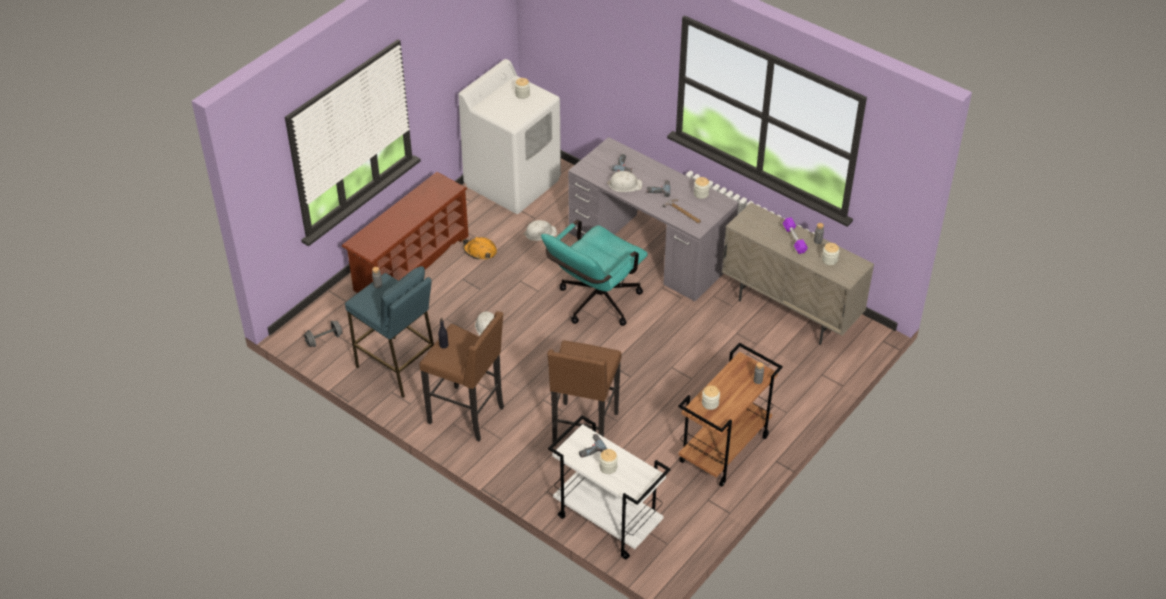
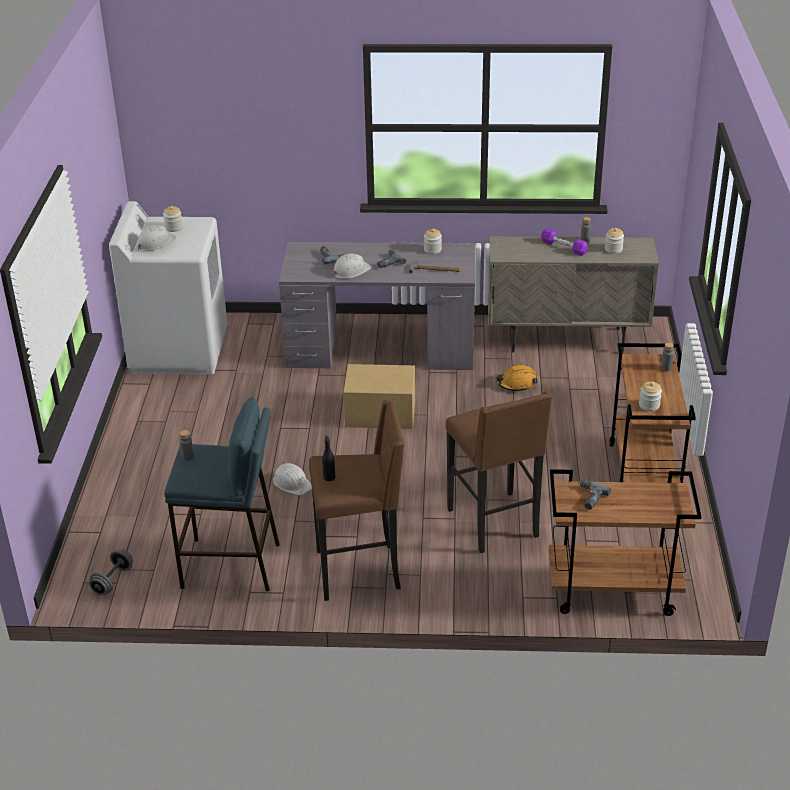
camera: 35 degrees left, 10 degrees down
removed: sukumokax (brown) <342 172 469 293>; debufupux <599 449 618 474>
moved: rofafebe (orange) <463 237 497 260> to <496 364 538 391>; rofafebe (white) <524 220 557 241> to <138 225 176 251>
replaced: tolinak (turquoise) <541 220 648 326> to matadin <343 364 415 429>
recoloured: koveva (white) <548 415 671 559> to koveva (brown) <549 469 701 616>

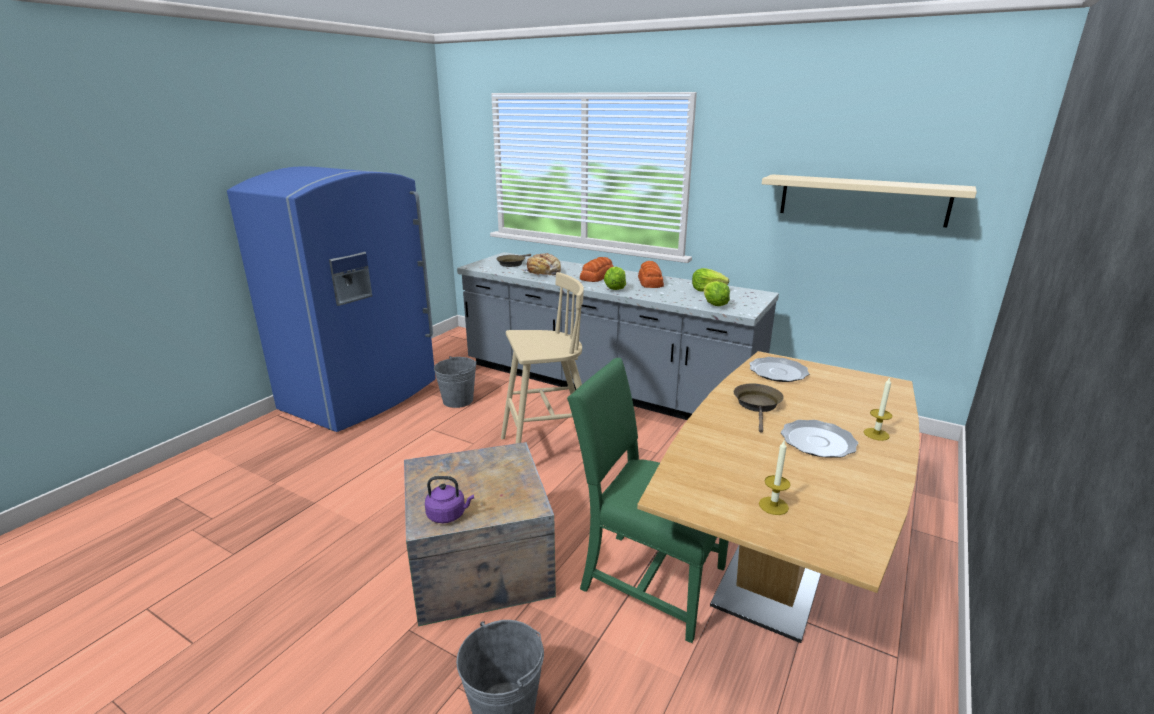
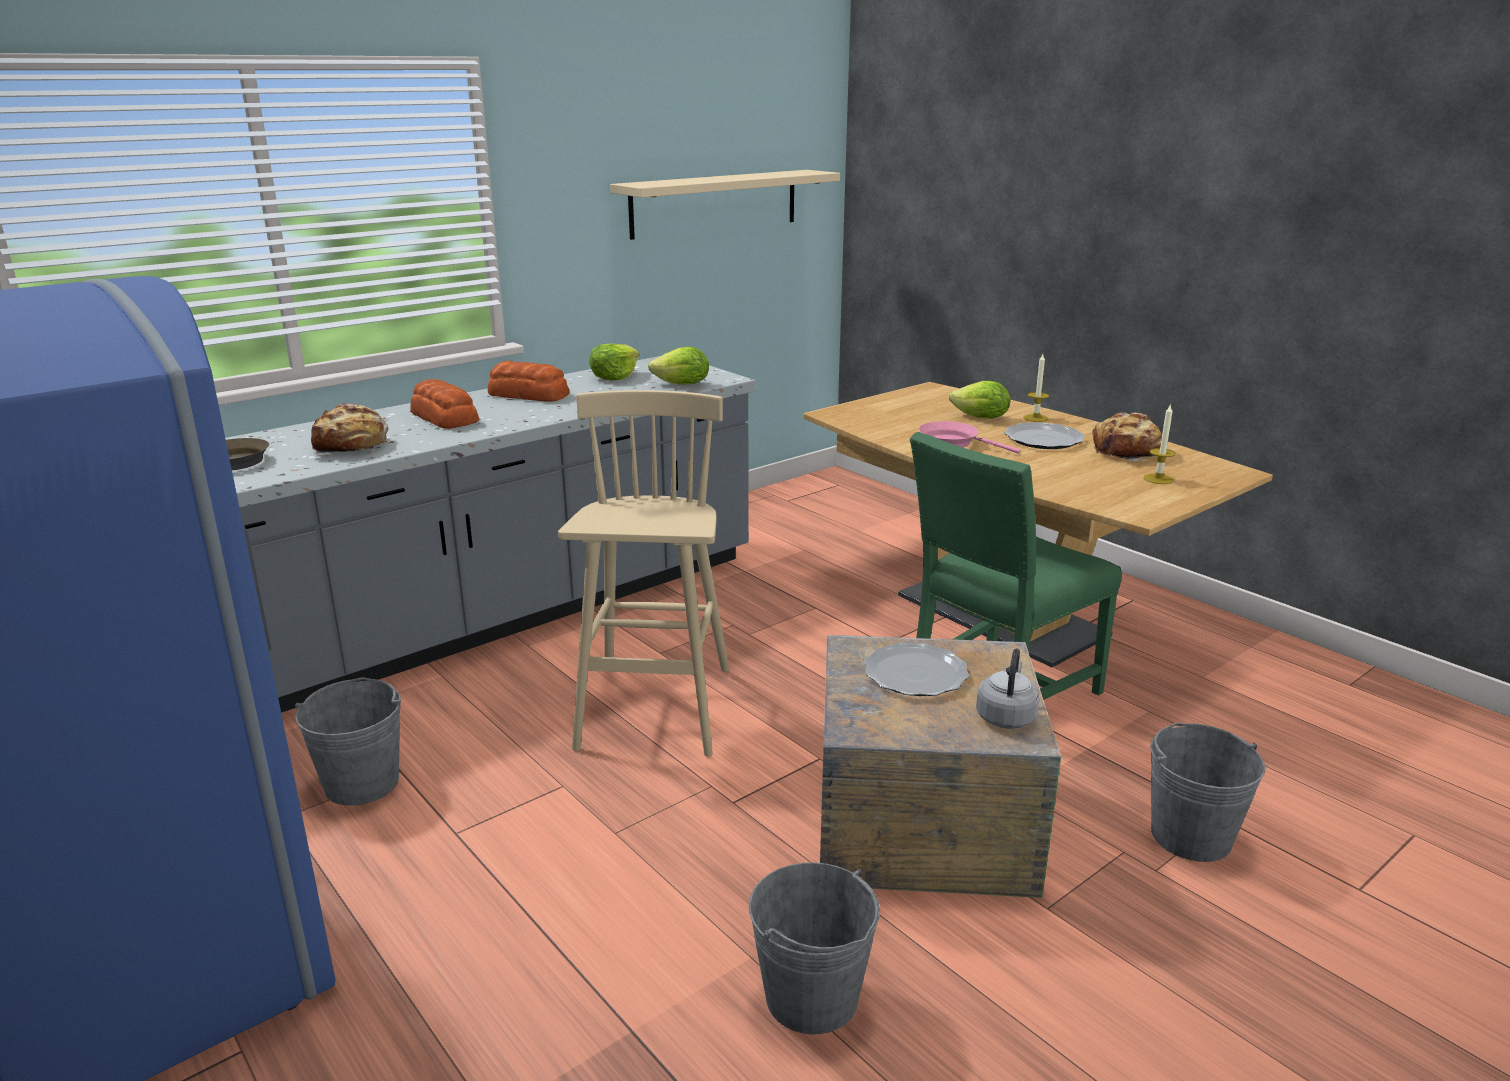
camera: 70 degrees left, 0 degrees up
added: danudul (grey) <749 862 880 1035>; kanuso <1092 412 1162 461>
moved: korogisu <604 267 626 290> to <949 381 1010 418>; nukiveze <749 357 810 382> to <864 643 969 696>
recoloured: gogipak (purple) <425 476 474 523> to gogipak (grey) <976 648 1039 729>; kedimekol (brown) <734 383 784 433> to kedimekol (pink) <919 421 1021 454>

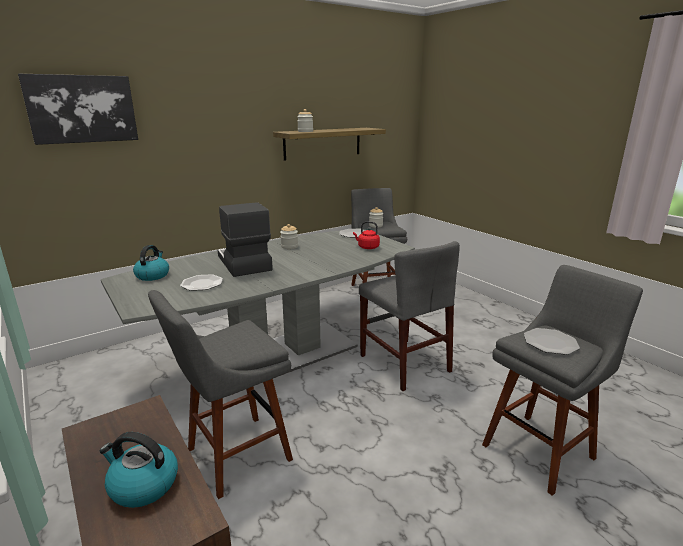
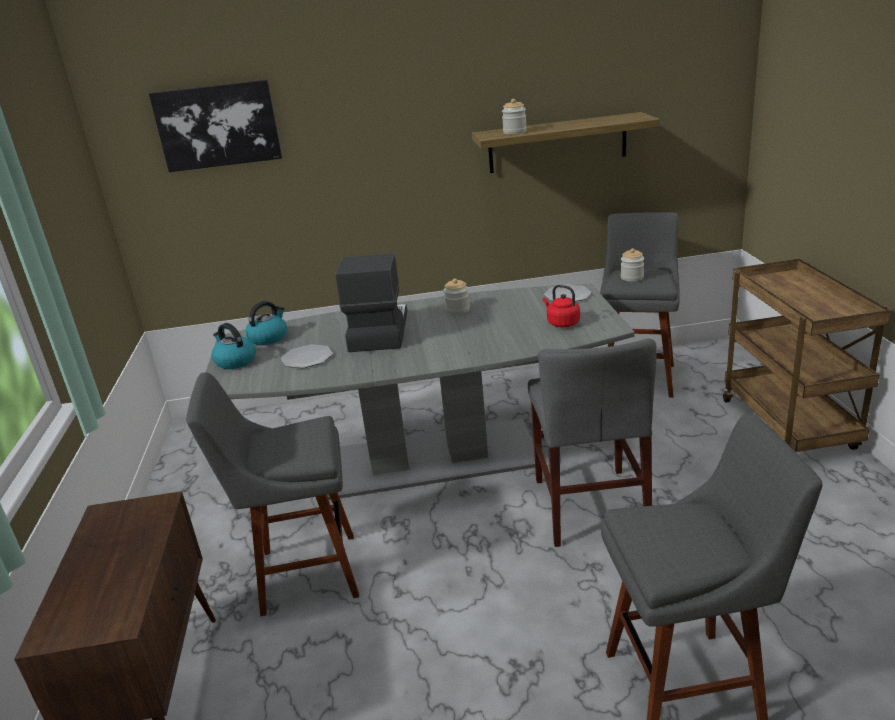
camera: 30 degrees right, 5 degrees up
removed: nukiveze <524 328 580 355>
added: koveva (brown) <723 259 891 452>
moved: gogipak <100 432 178 508> to <211 323 256 369>

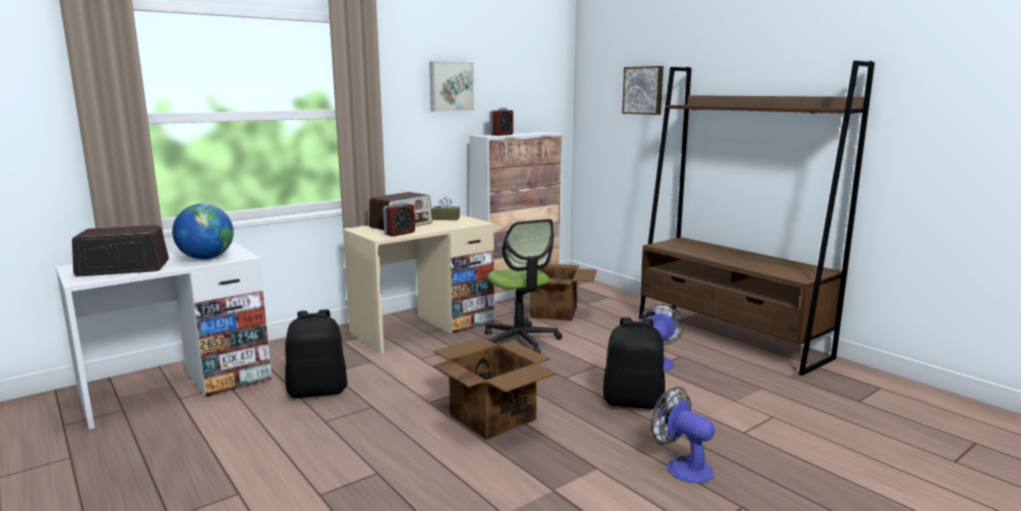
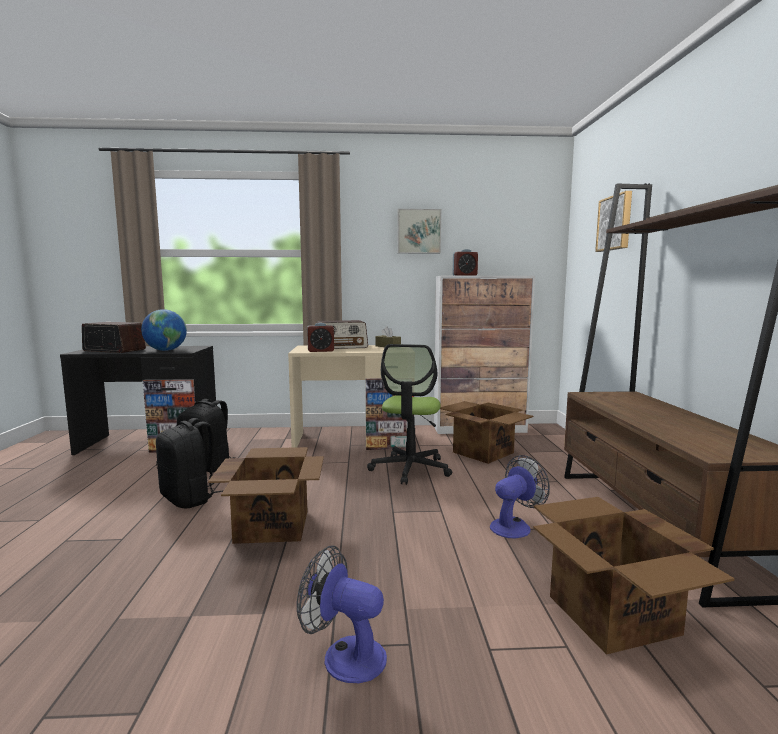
camera: 35 degrees right, 5 degrees down
added: matadin <533 497 735 655>
moved: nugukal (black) <603 317 665 409> to <156 418 224 509>
recoloured: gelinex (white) <56 243 272 429> to gelinex (black) <60 346 216 455>
turned: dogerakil <651 387 715 484> = <297 545 387 683> 60 degrees counterclockwise

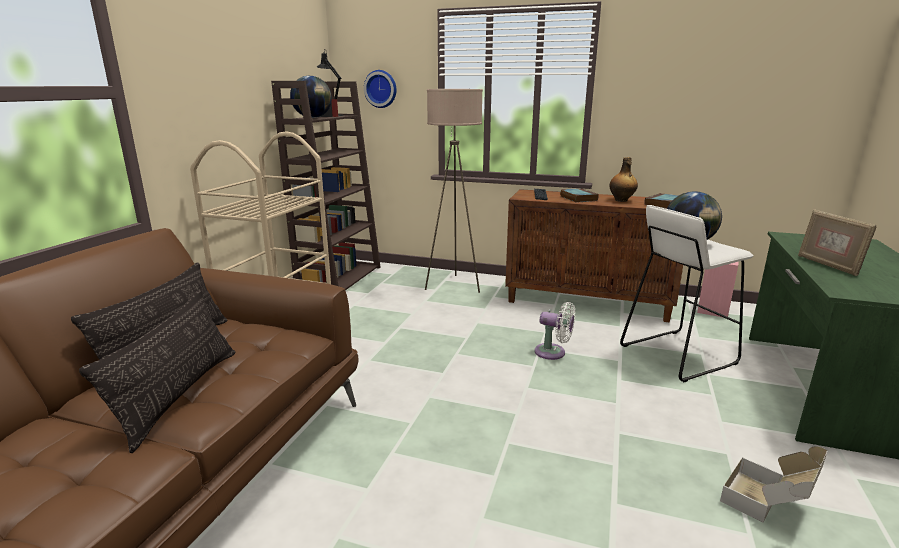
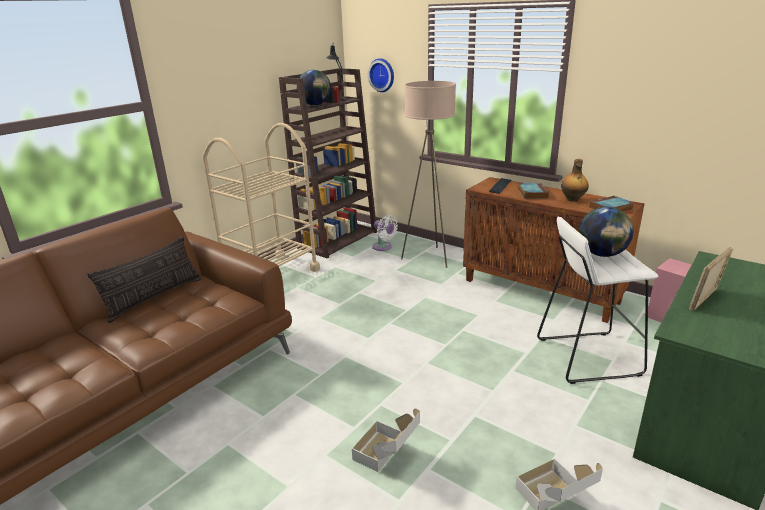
camera: 20 degrees right, 5 degrees up
removed: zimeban <79 289 235 453>
added: matadin <352 408 420 472>
moved: dogerakil (white) <535 302 575 360> to <372 215 398 251>
turned: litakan <798 209 877 276> = <689 247 733 311> 45 degrees clockwise

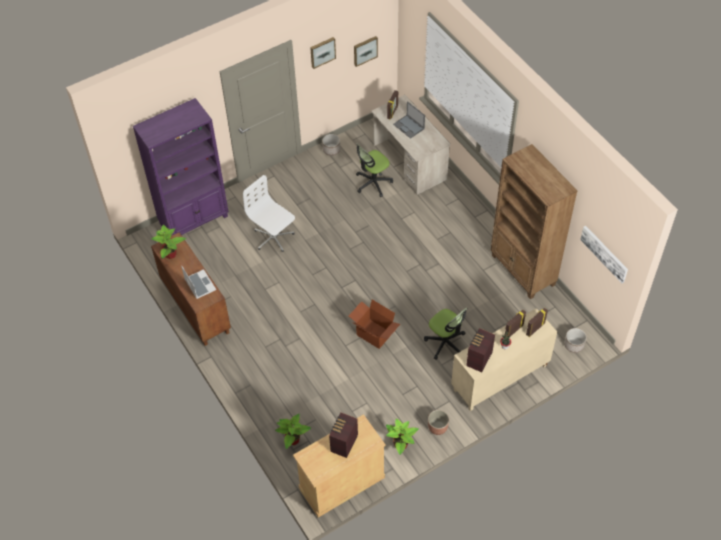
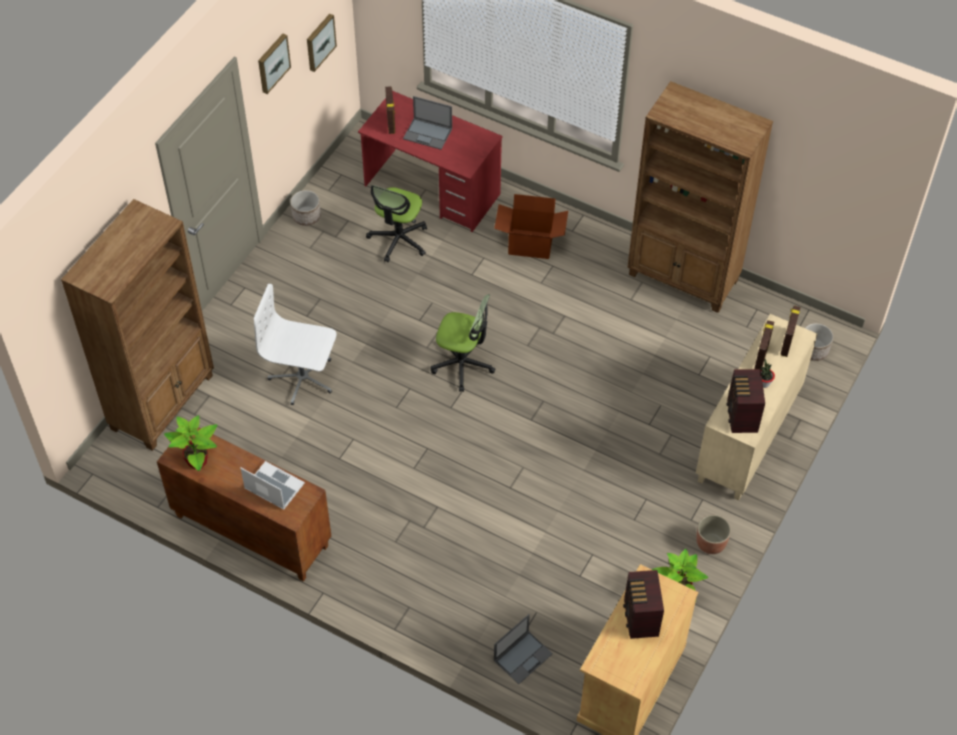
camera: 30 degrees left, 0 degrees up
removed: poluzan <580 226 628 283>
moved: matadin <349 300 400 349> to <494 194 568 259>; tolinak <424 308 467 360> to <431 294 495 392>
replaced: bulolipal <275 414 311 449> to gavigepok <494 614 553 684>
recoloured: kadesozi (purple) <133 98 229 236> to kadesozi (brown) <61 199 214 451>; gelinex (beige) <371 95 451 195> to gelinex (red) <358 91 502 232>

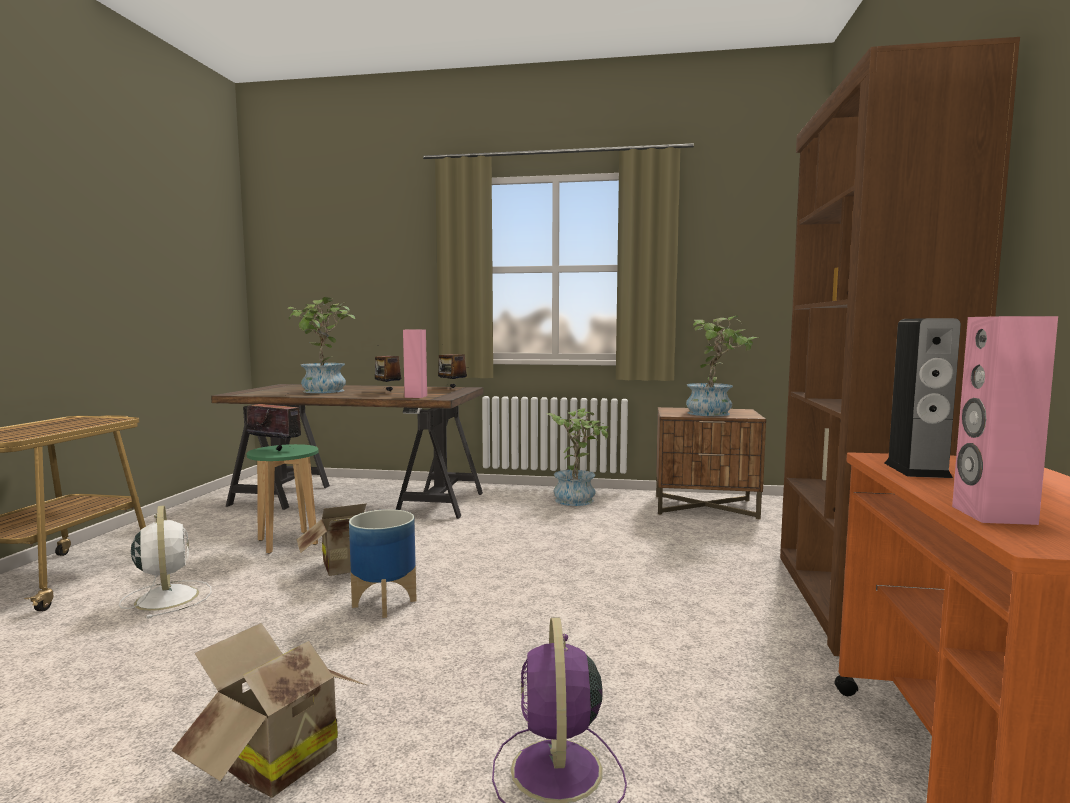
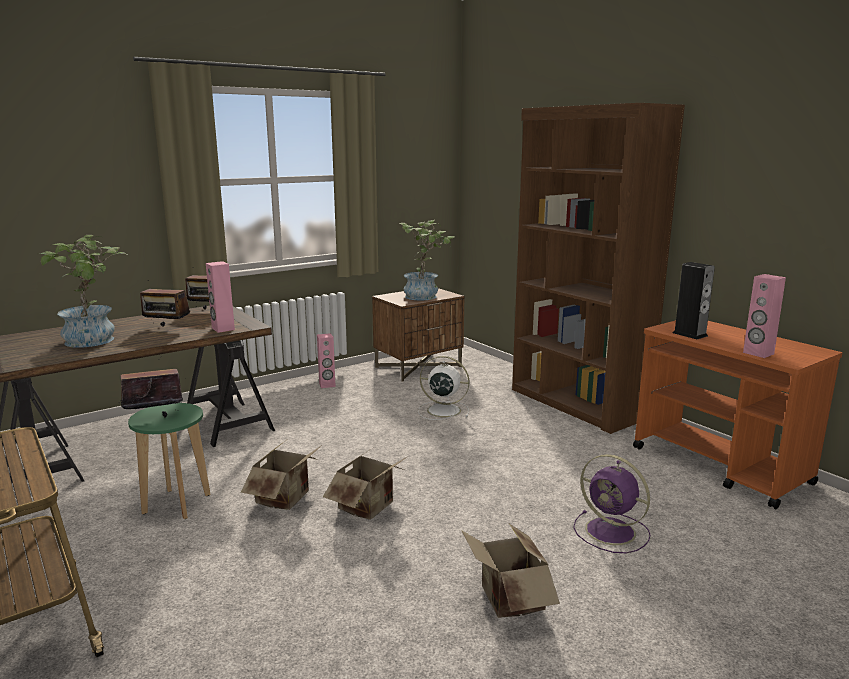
camera: 45 degrees left, 10 degrees up
moved: dogerakil (white) <119 505 211 619> to <418 356 469 420>
replaced: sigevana <349 509 417 618> to matadin <323 447 407 520>; bulolipal <546 408 609 506> to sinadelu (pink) <317 333 336 388>

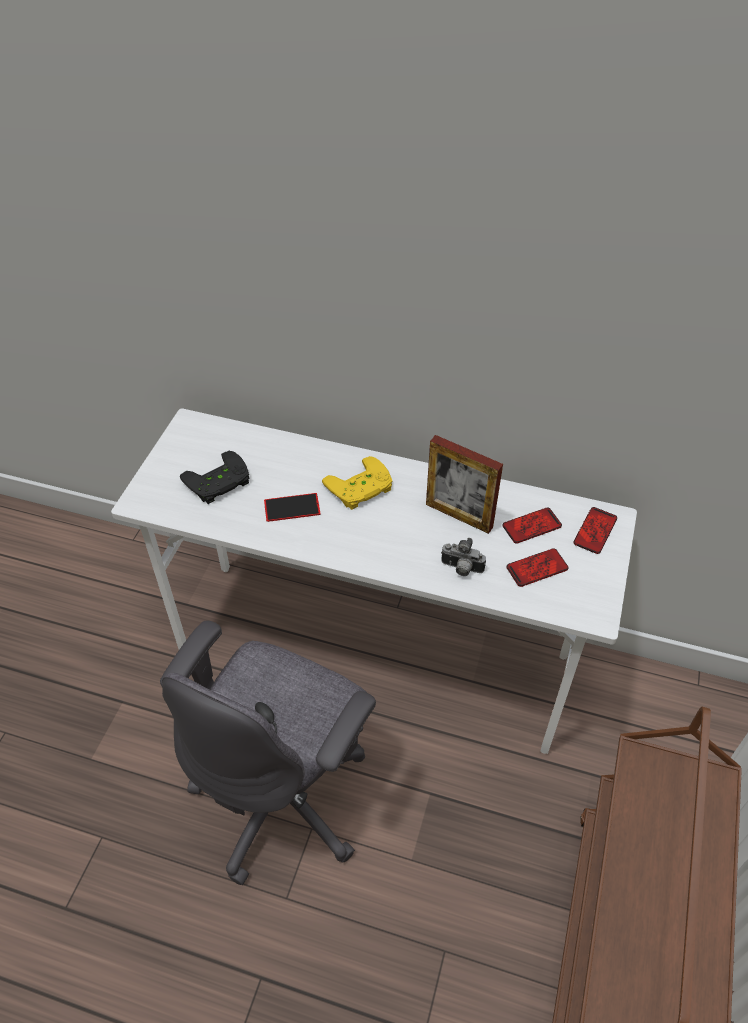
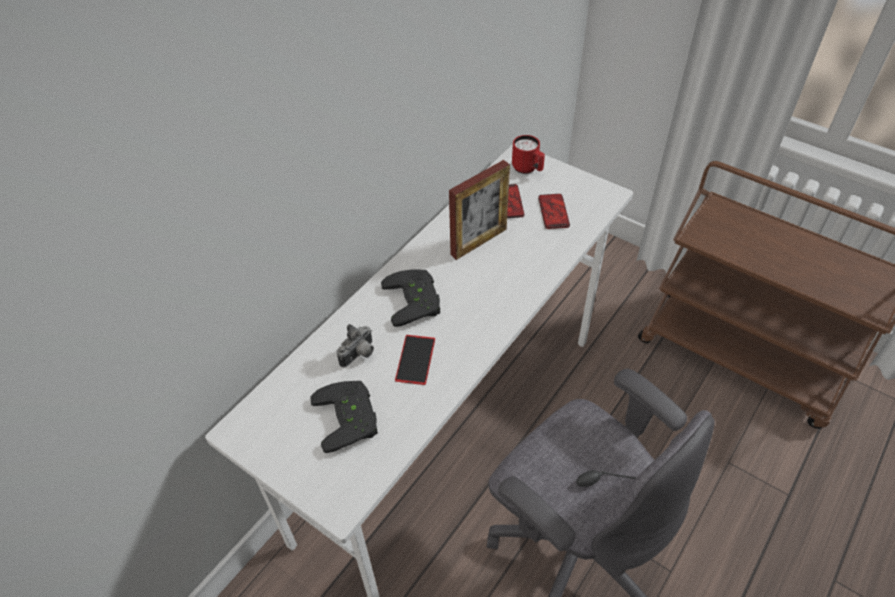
camera: 70 degrees left, 0 degrees up
moved: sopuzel <441 538 486 576> to <337 324 374 367>
replaced: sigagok <573 507 617 554> to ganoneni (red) <512 135 545 174>
recoloured: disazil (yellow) <322 456 392 510> to disazil (black) <381 270 440 327>

